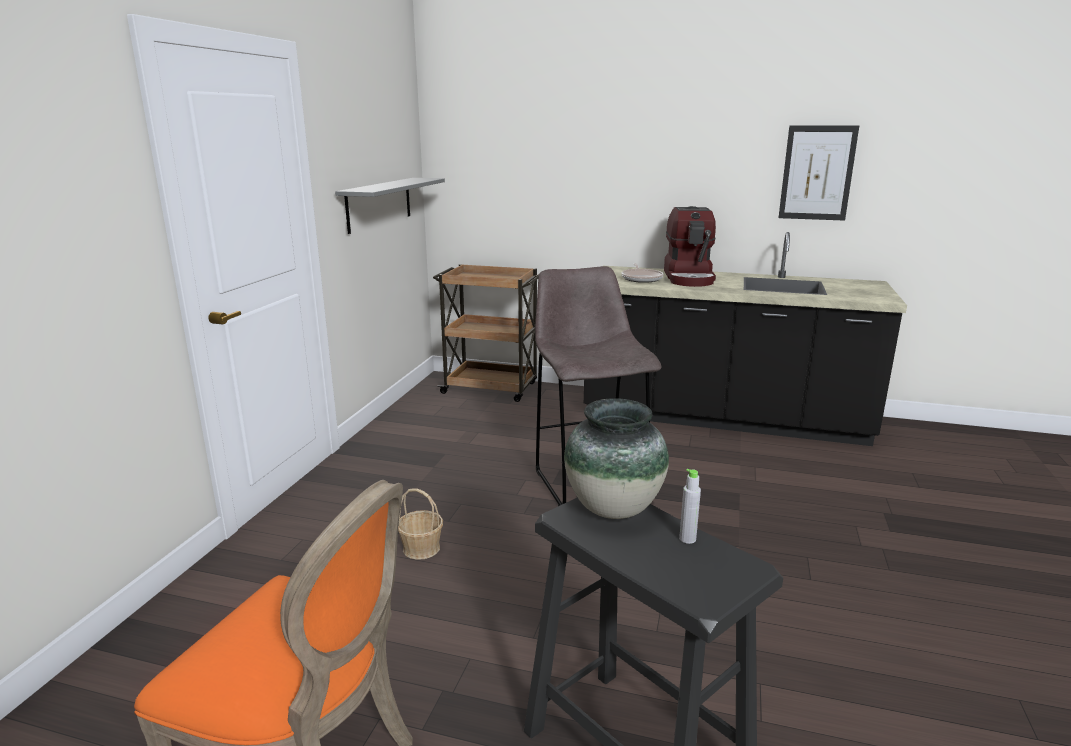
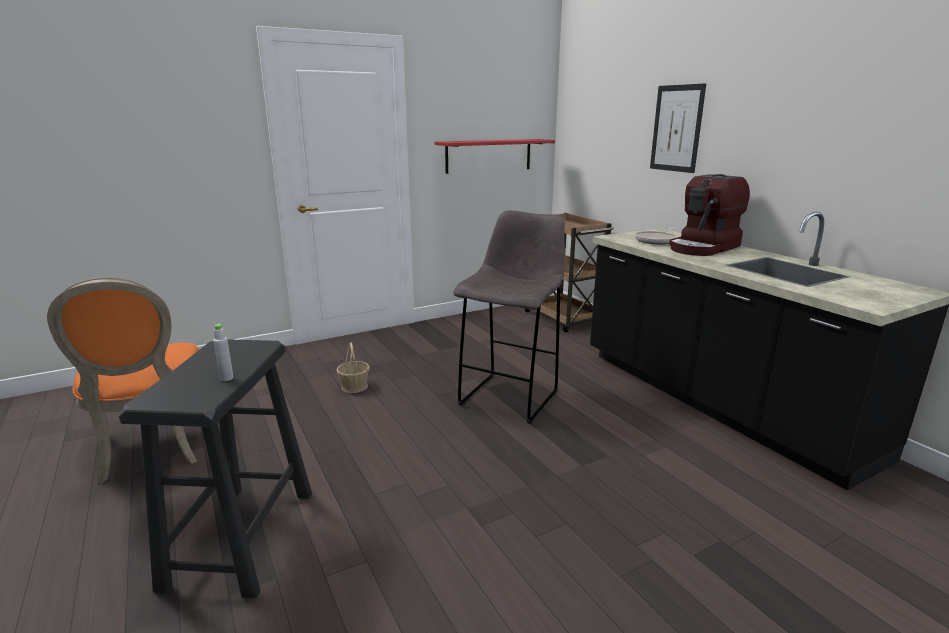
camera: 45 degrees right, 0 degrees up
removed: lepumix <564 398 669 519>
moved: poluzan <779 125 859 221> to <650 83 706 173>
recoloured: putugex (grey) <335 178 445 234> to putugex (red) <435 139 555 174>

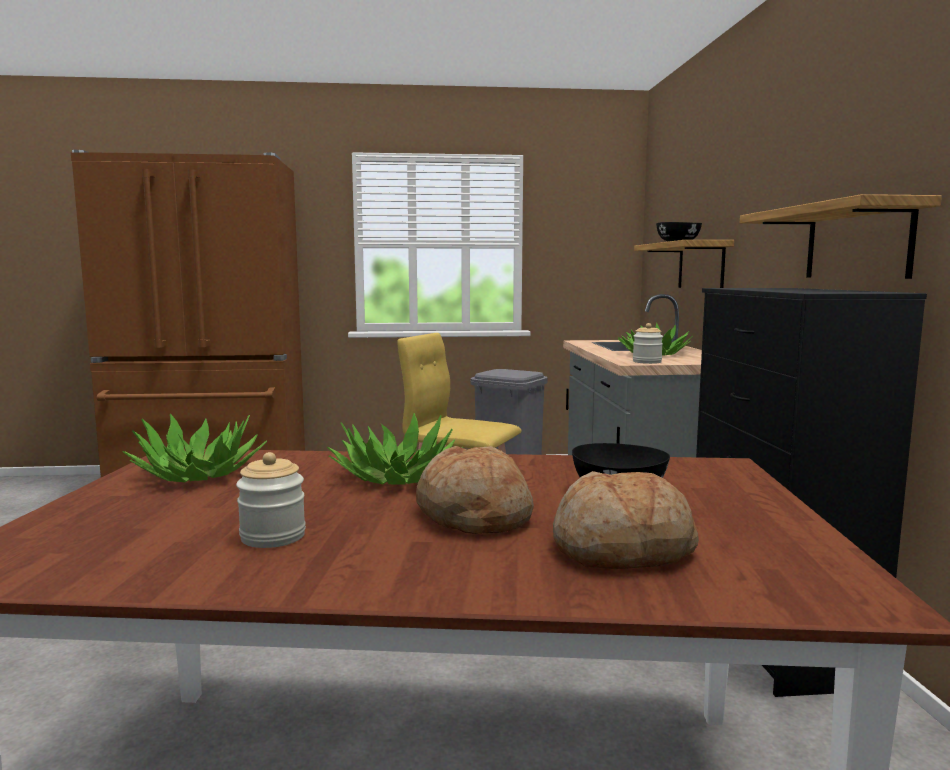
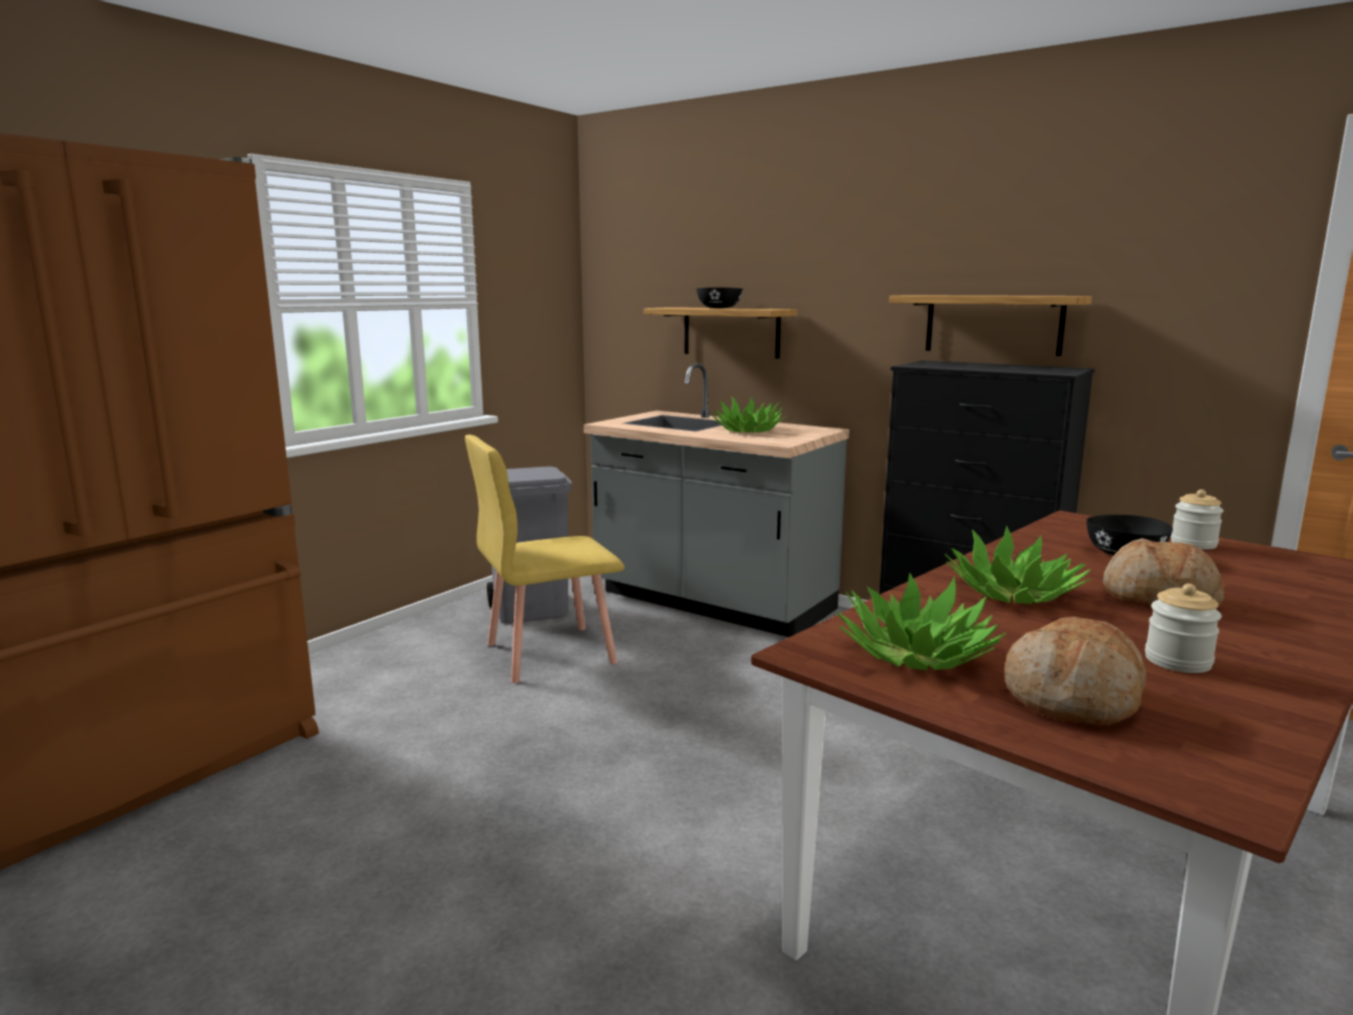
camera: 50 degrees left, 5 degrees up
moved: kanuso <553 471 699 569> to <1005 617 1147 726>; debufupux <633 323 663 364> to <1171 489 1224 549>

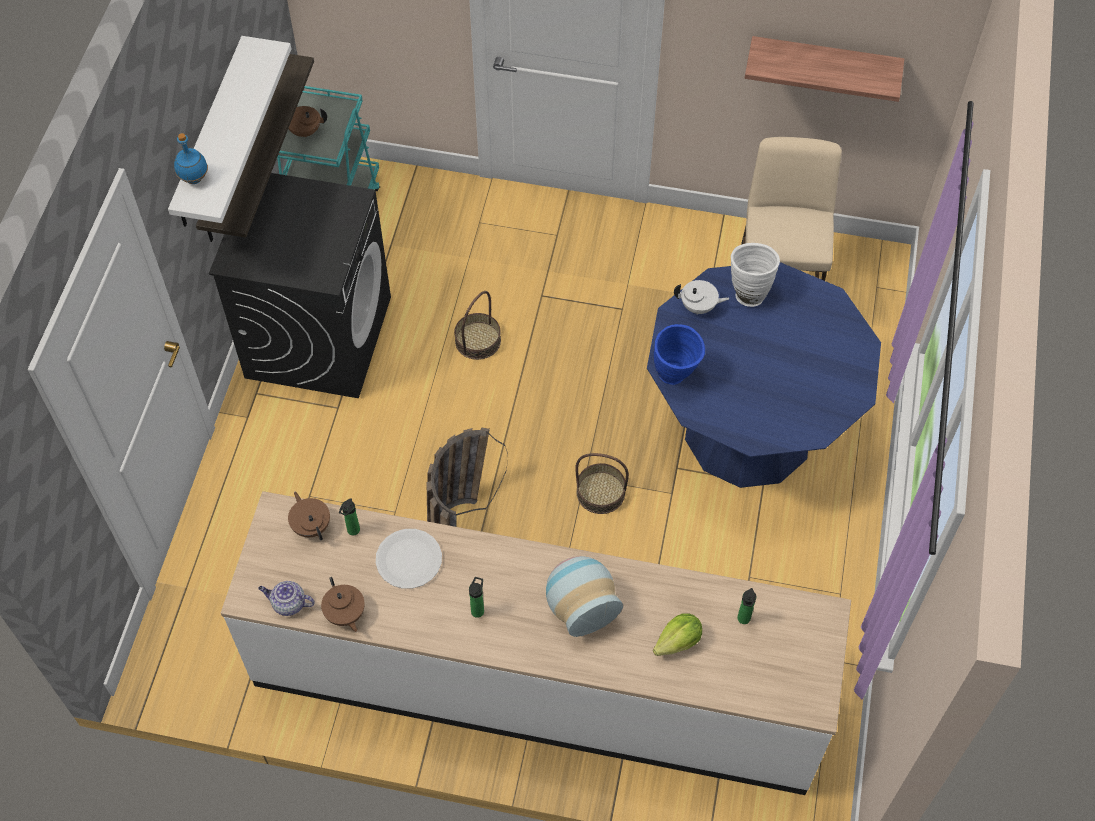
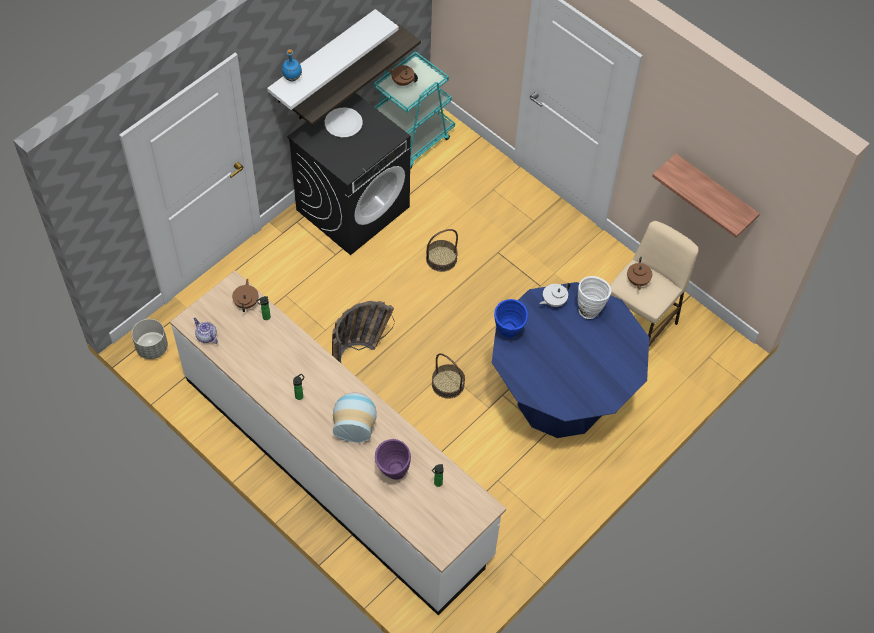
camera: 30 degrees right, 0 degrees up
added: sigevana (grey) <132 319 168 359>
moved: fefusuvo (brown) <321 577 365 632> to <627 257 652 290>; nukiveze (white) <376 529 442 589> to <325 107 363 137>
replaced: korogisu <653 613 702 656> to lepumix (purple) <375 439 411 480>
turned: fefusuvo (white) <674 280 729 315> = <539 283 570 307> 105 degrees clockwise

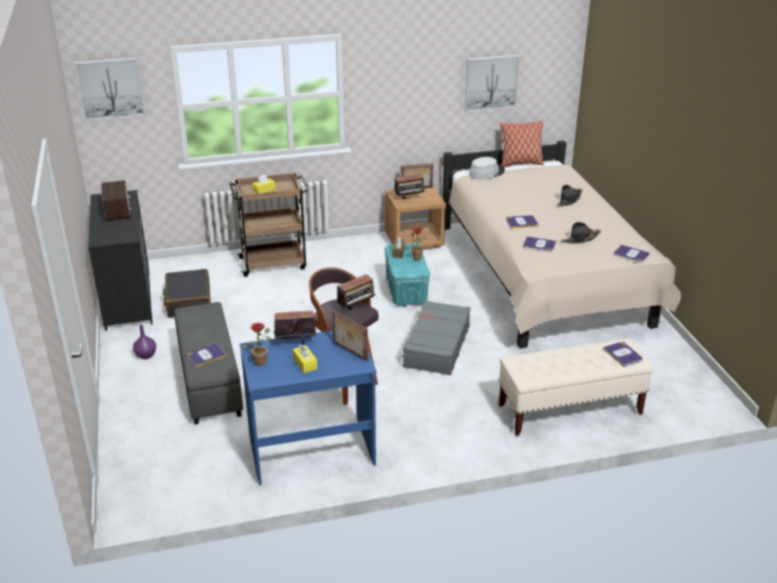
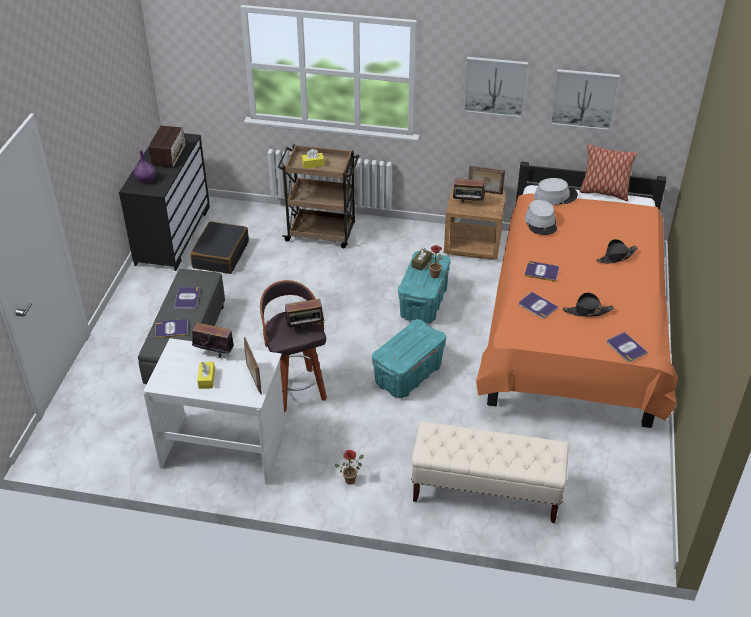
camera: 25 degrees right, 10 degrees up
added: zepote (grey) <525 200 557 235>
moved: poluzan <75 58 145 121> to <463 57 528 118>; lepumix (purple) <133 325 156 359> to <134 150 156 184>; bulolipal <242 323 271 366> to <335 450 364 485>; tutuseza <603 342 643 367> to <174 287 200 309>
replaced: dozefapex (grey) <401 300 471 375> to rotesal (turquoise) <372 319 446 398>
recoloured: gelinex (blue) <240 330 377 485> to gelinex (white) <143 338 286 485>; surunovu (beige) <442 140 681 349> to surunovu (orange) <476 162 678 428>

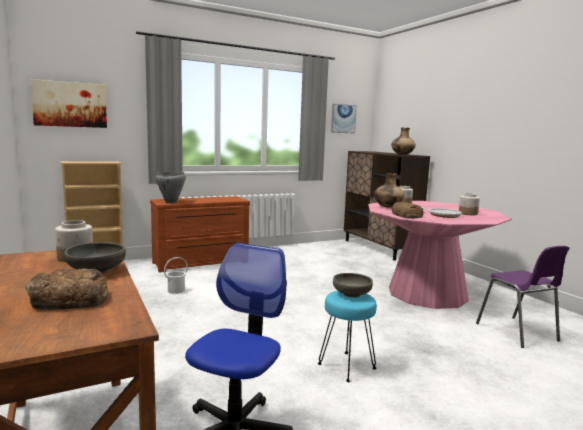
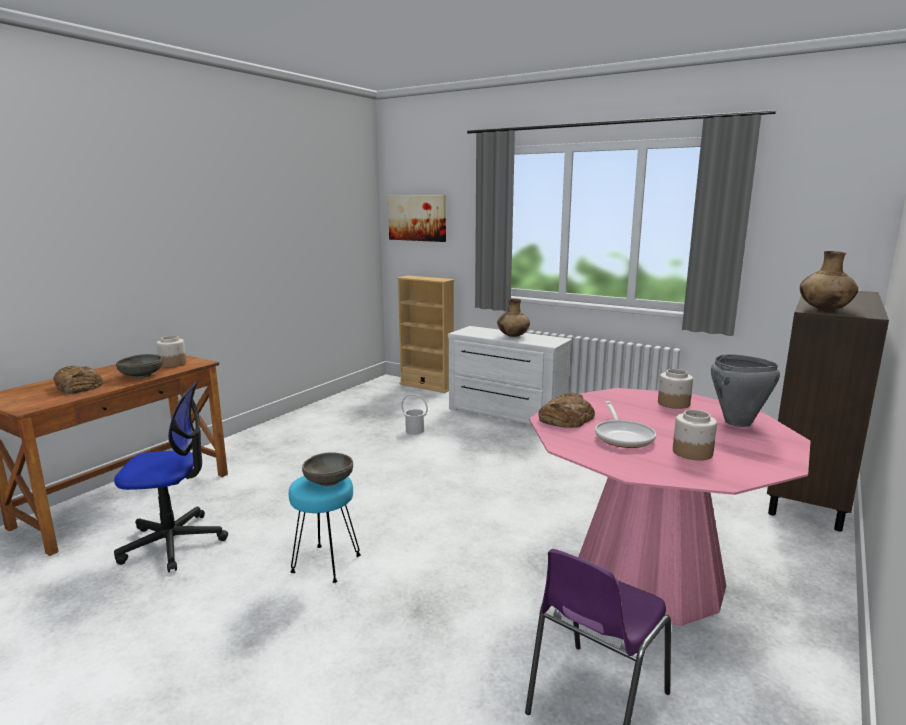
camera: 60 degrees right, 5 degrees up
removed: poluzan <331 104 357 133>
moved: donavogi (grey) <155 172 186 203> to <711 354 780 427>; lepumix (brown) <374 173 404 208> to <497 299 530 337>
recoloured: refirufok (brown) <150 196 250 273> to refirufok (white) <448 326 572 425>

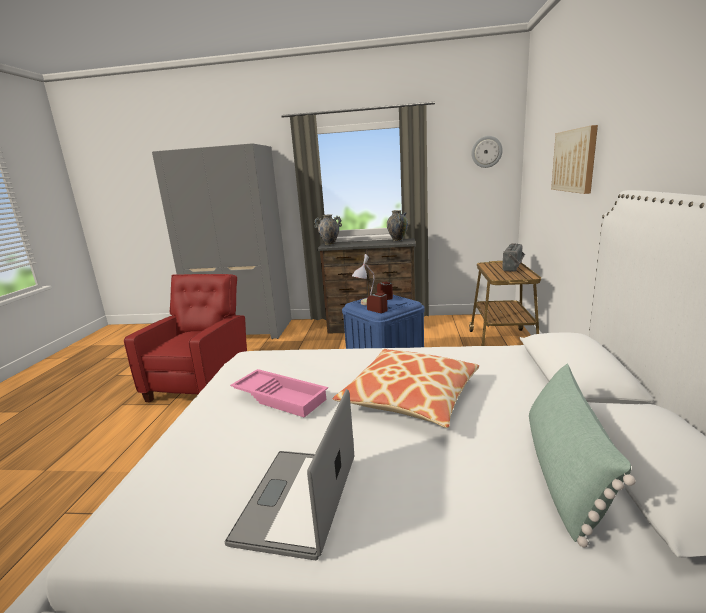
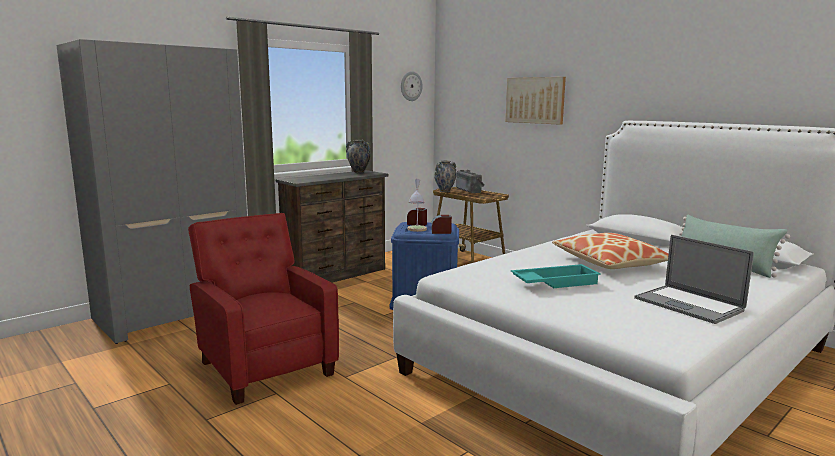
camera: 50 degrees left, 5 degrees down
moved: lepumix <314 214 342 245> to <434 161 456 192>
recoloured: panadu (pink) <230 369 328 418> to panadu (turquoise) <511 264 601 288>

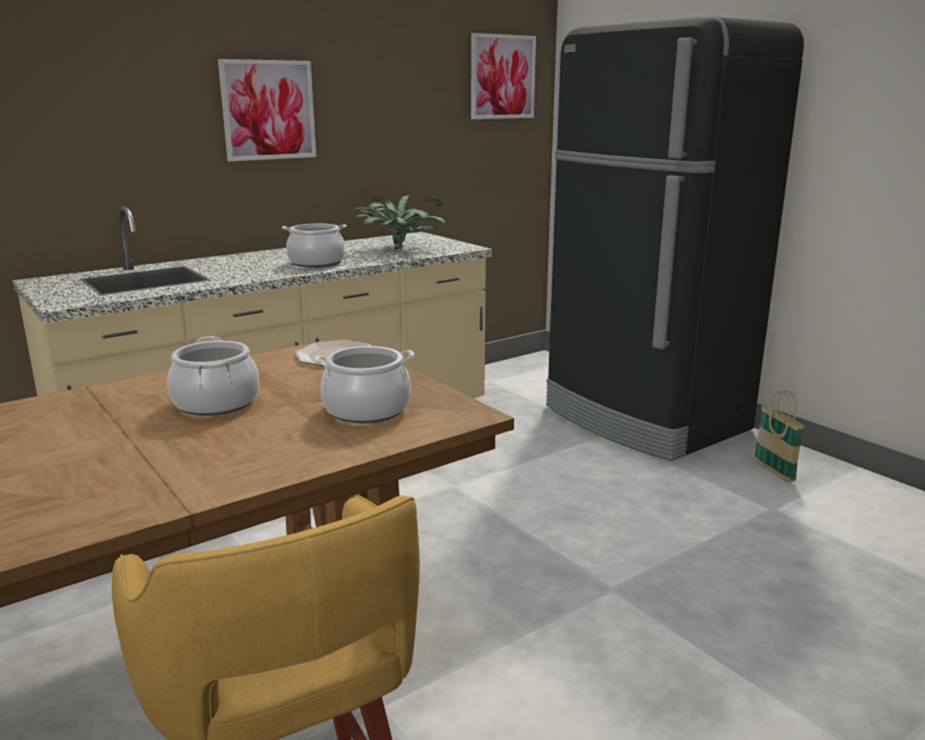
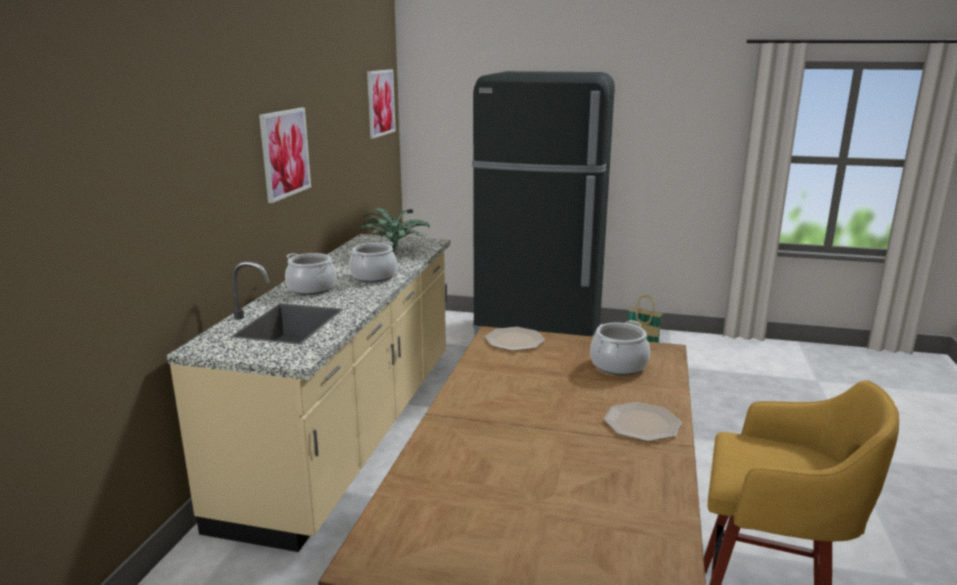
camera: 40 degrees left, 0 degrees up
added: nukiveze <603 402 682 442>
moved: donavogi <167 336 259 416> to <285 253 336 295>

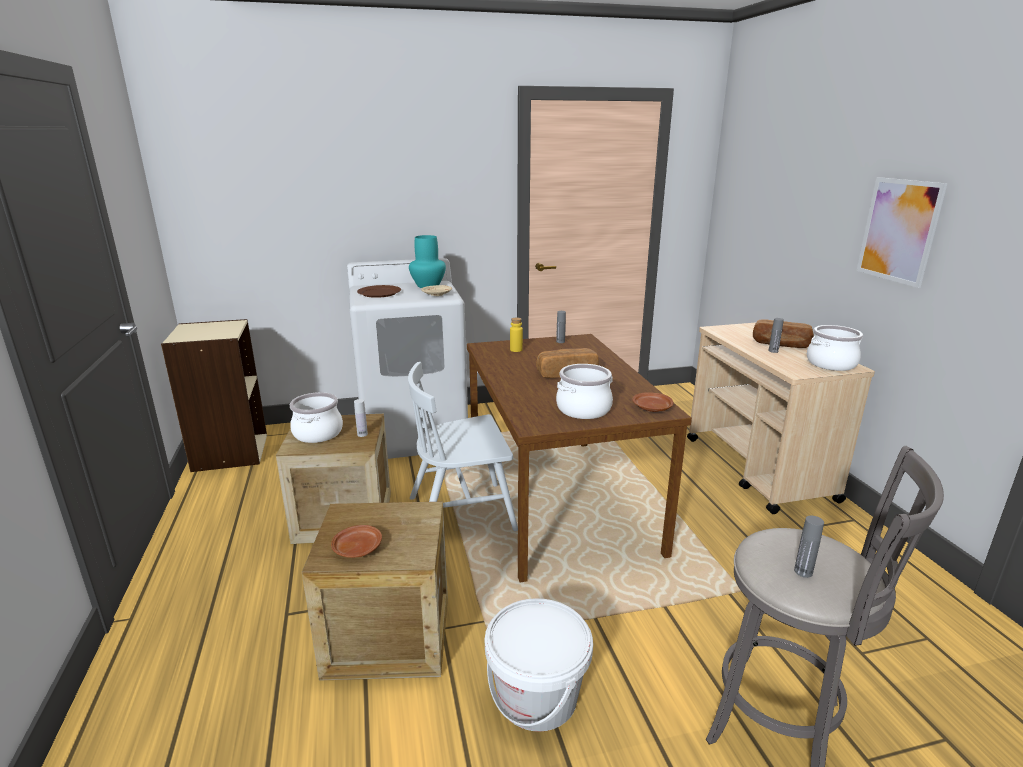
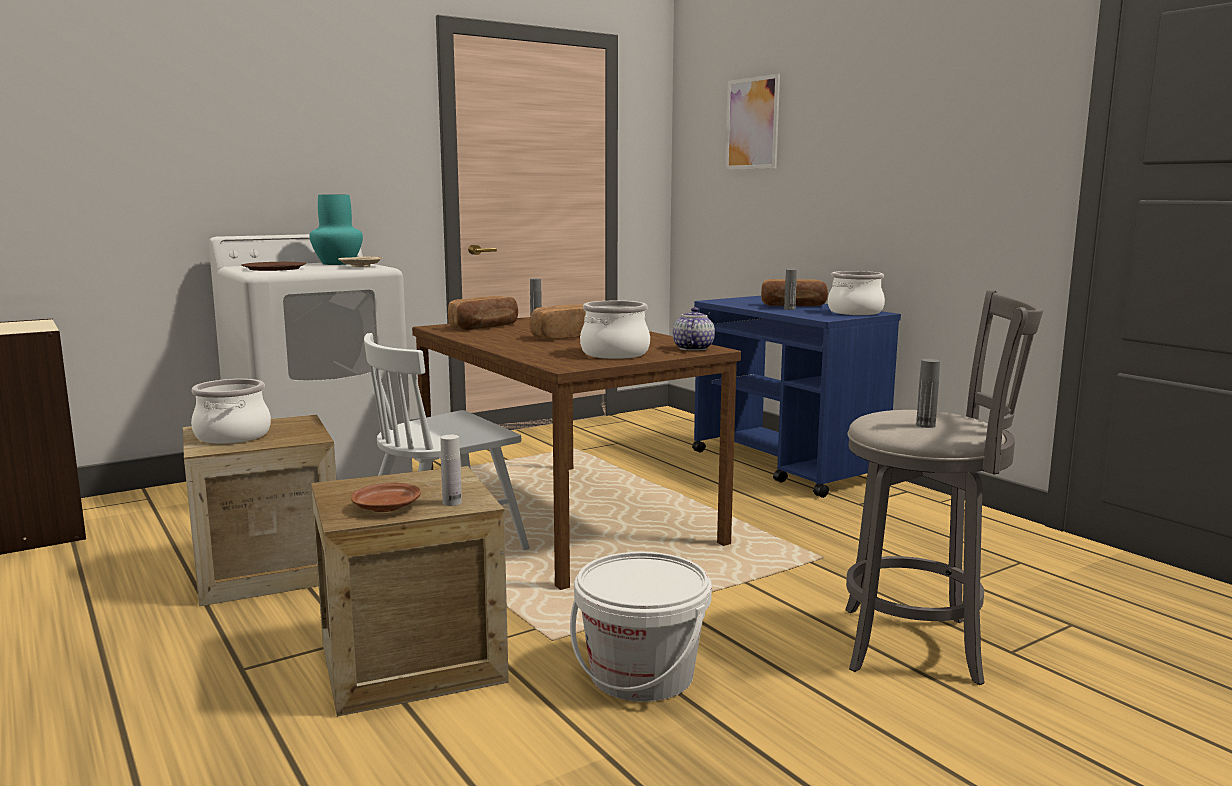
camera: 20 degrees left, 10 degrees down
moved: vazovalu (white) <354 399 368 437> to <441 435 462 506>; poluzan <857 177 947 288> to <725 74 780 170>
replaced: vazovalu (yellow) <510 318 523 352> to kanuso <448 296 518 330>; nukiveze (brown) <632 392 673 412> to fefusuvo <673 307 715 351>
recoloured: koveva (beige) <687 322 875 514> to koveva (blue) <692 296 901 498>

